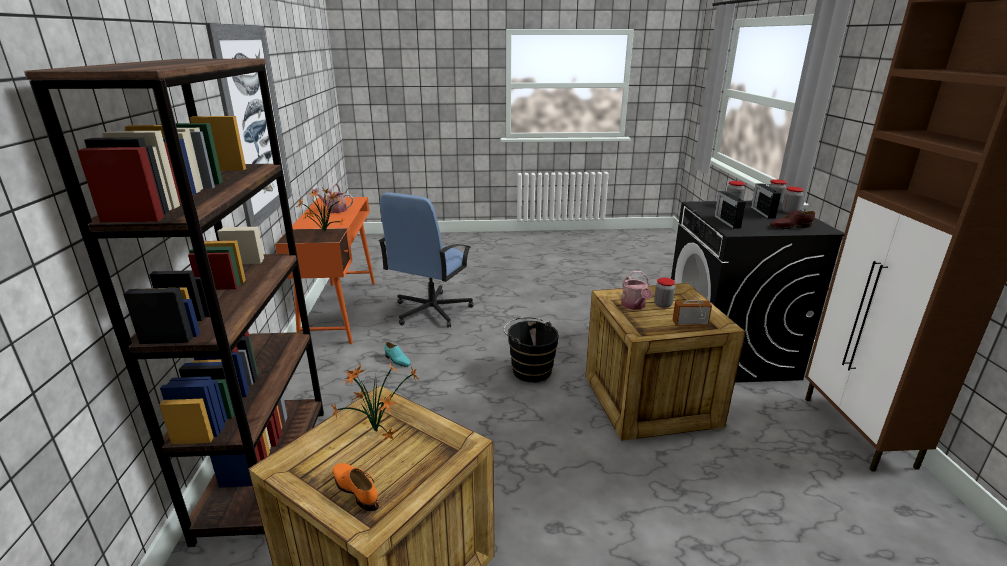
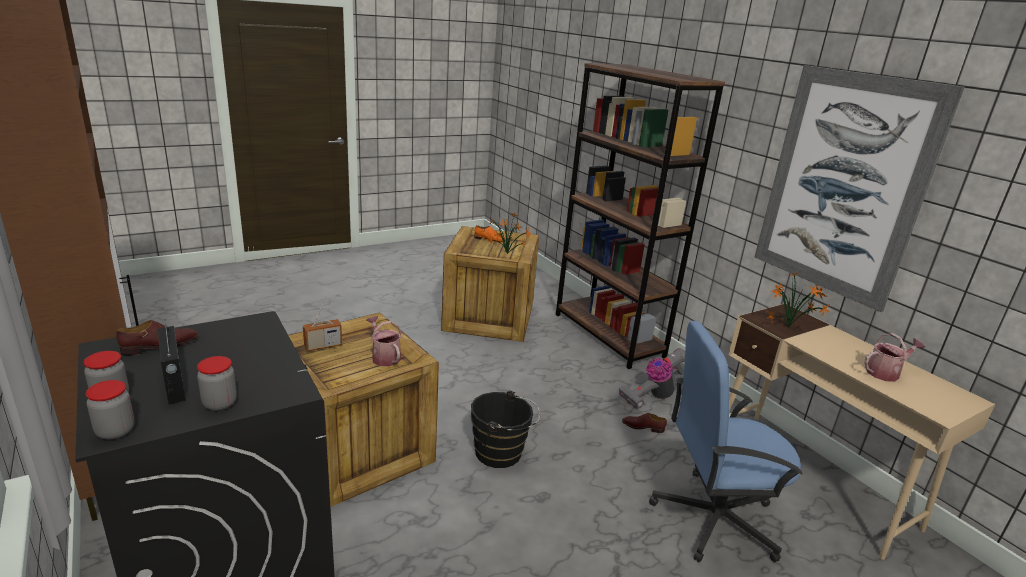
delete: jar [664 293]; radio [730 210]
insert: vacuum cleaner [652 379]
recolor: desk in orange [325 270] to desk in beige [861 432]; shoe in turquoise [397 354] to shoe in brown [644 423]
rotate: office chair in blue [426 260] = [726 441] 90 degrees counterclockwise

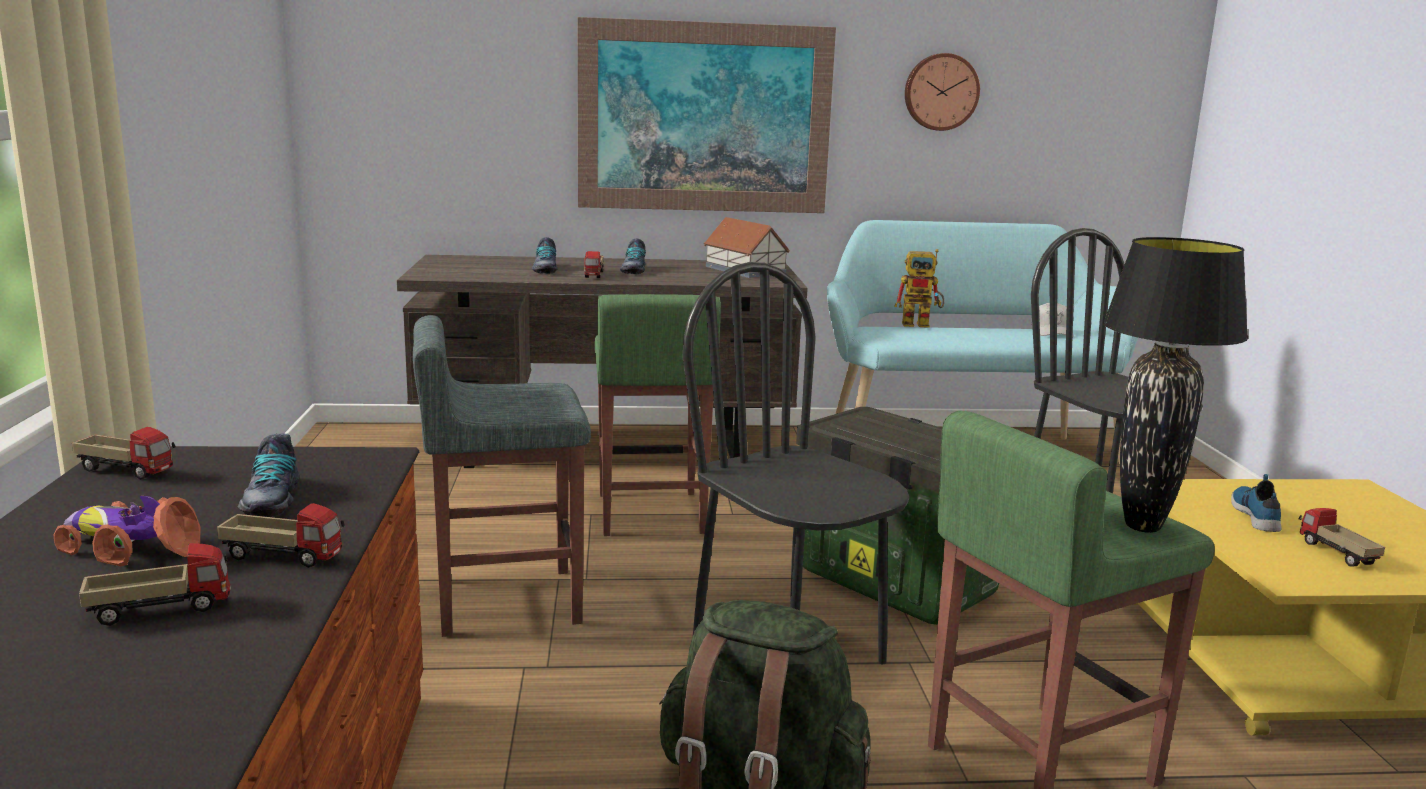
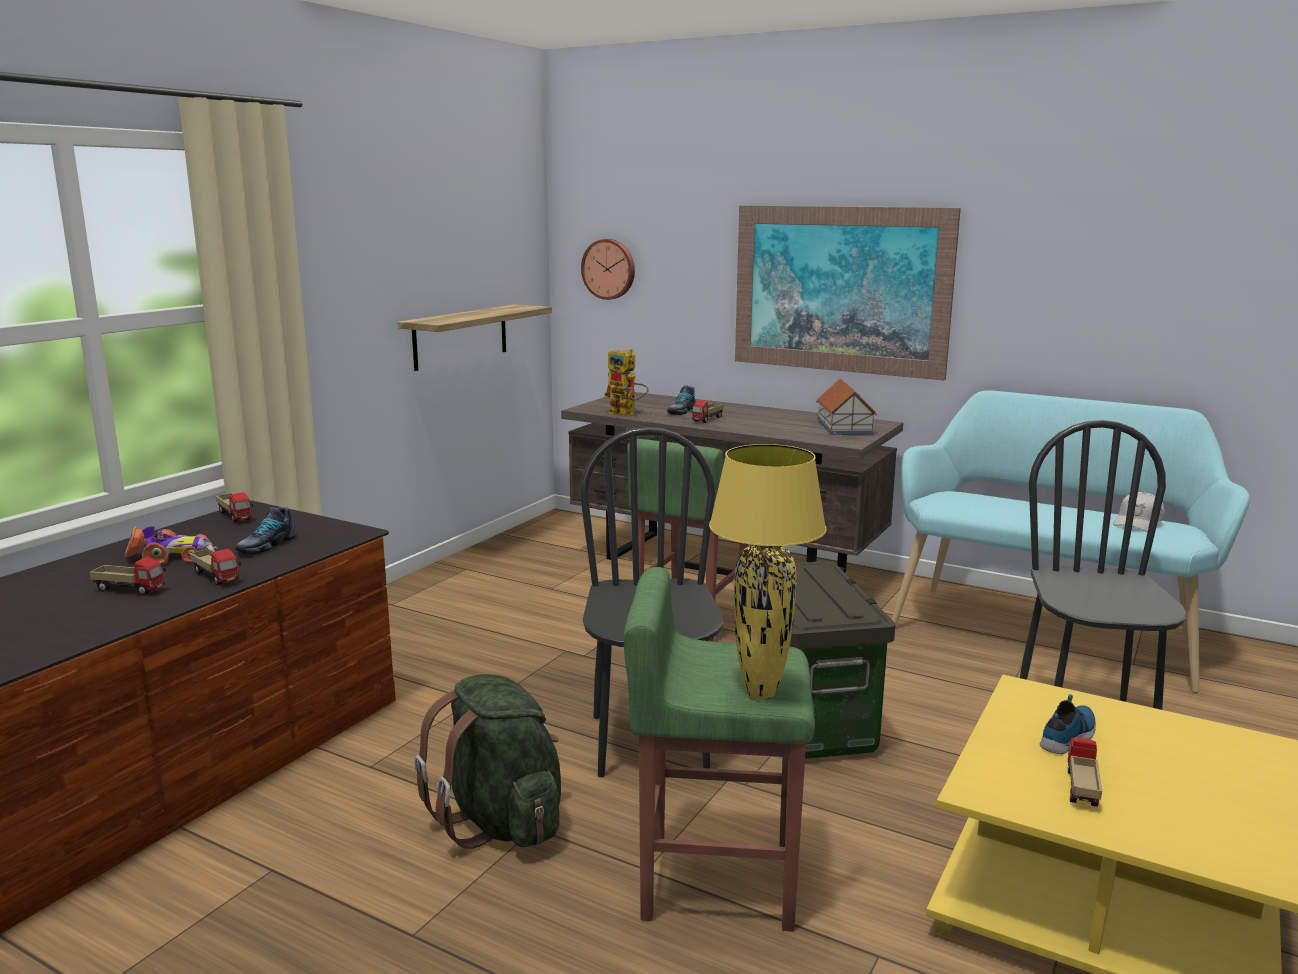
delete: stool in grey [502 476]; shoe [633 256]
insert: shelf [475 337]
move: toy robot [919 288] to [626 382]; wall clock [942 92] to [608 269]
recolor: table lamp in black [1175 385] to table lamp in yellow [768 572]
rotate: toy car [127 531] = [171 546] 120 degrees clockwise

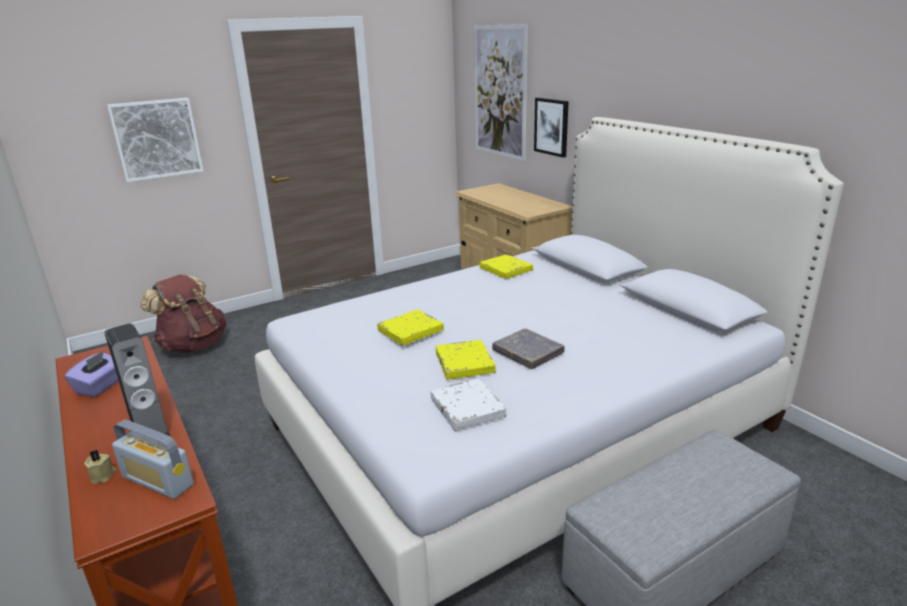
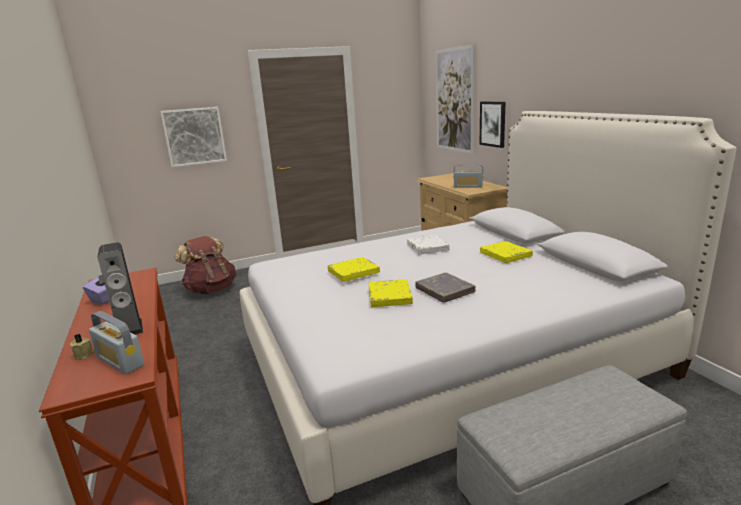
insert: radio [468 176]
move: book in white [468 404] to [428 245]; book in yellow [506 266] to [506 252]

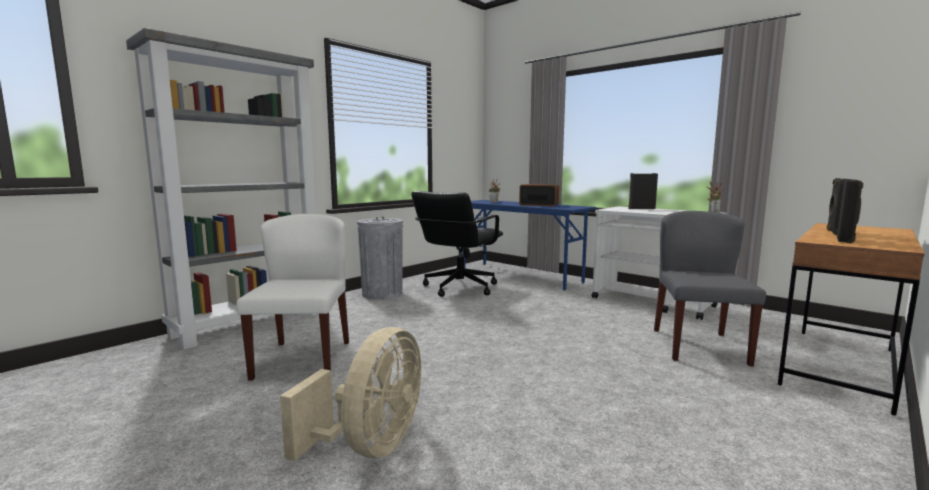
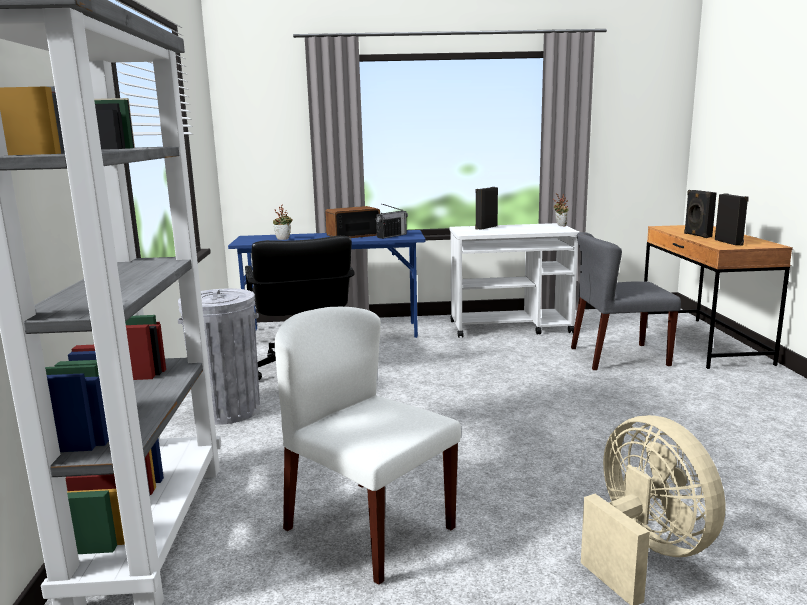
insert: radio [392 221]
rotate: chair in grey [710 288] = [626 301] 60 degrees counterclockwise

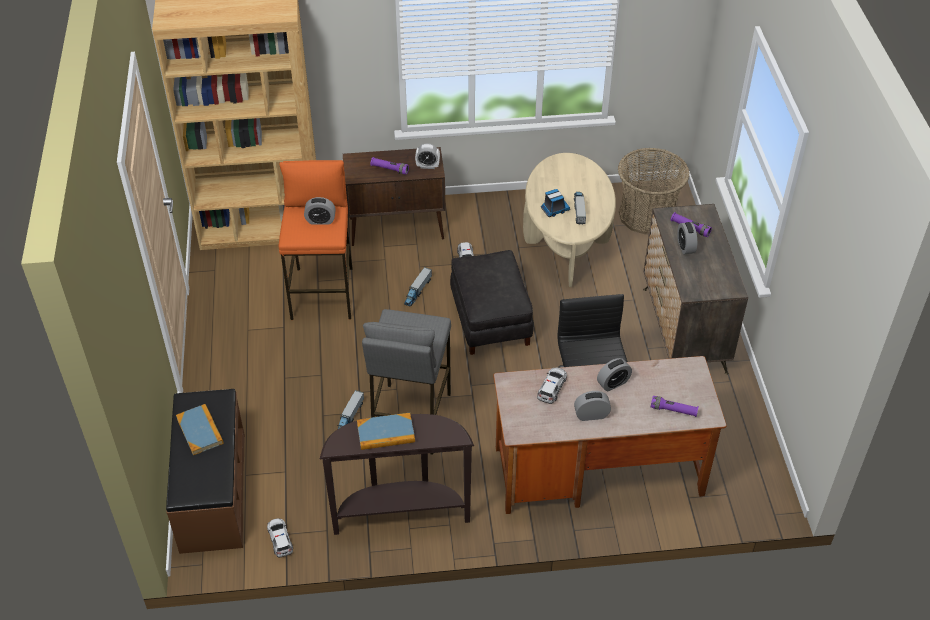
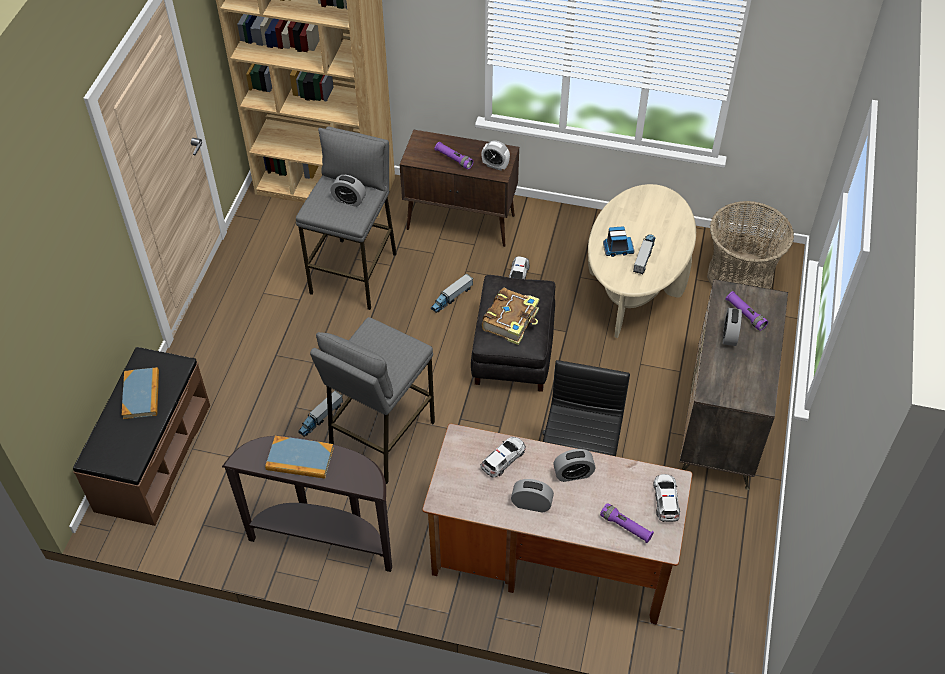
insert: book [510 316]
move: toy car [280 538] to [666 498]
recolor: stool in orange [315 240] to stool in grey [346 218]

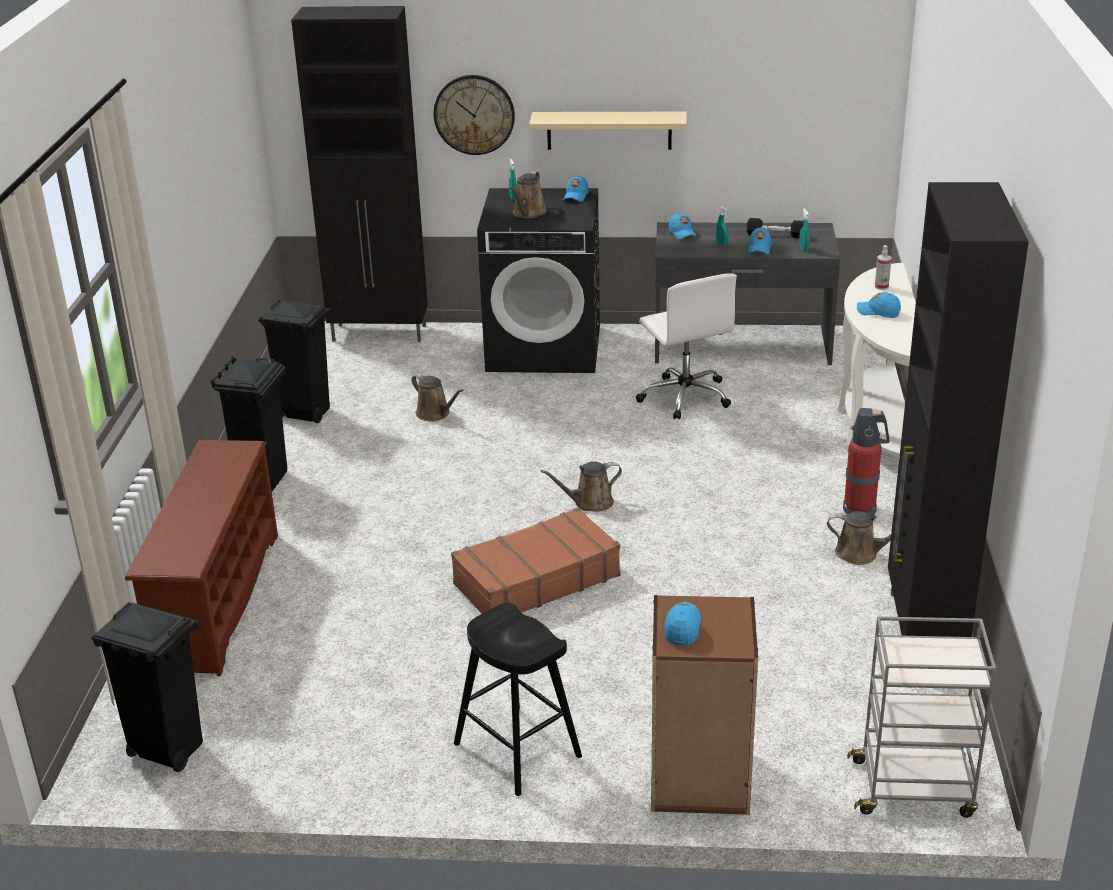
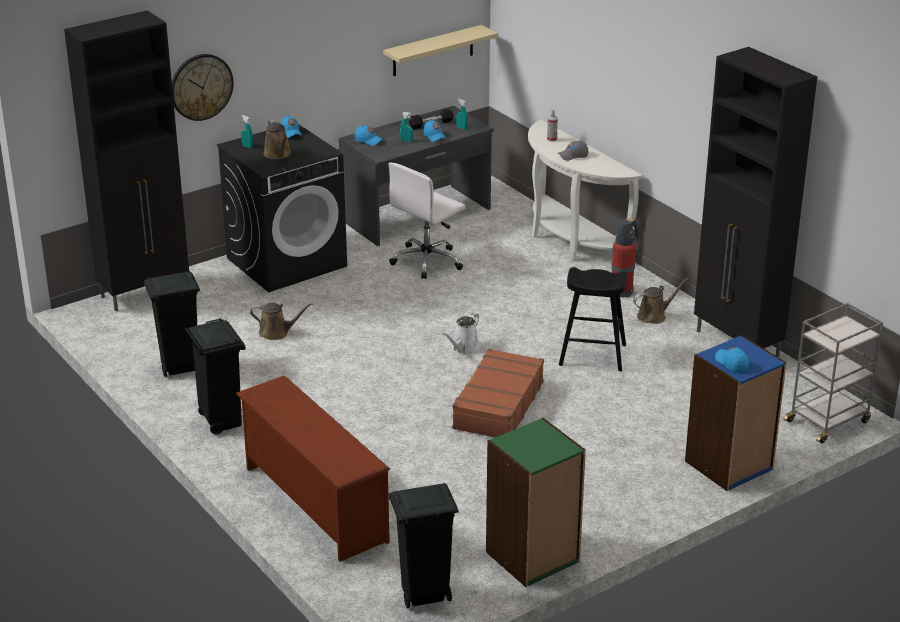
insert: bookcase in green [536 502]
move: stool in black [518 699] to [593 319]; shelf in beige [608 131] to [440 50]
recolor: watering can in brown [581 486] to watering can in white [462 334]; bookcase in brown [704 705] to bookcase in blue [736 413]; cap in blue [879 305] to cap in grey [573 151]
rotate: office chair in white [686 346] = [427 221] 105 degrees clockwise

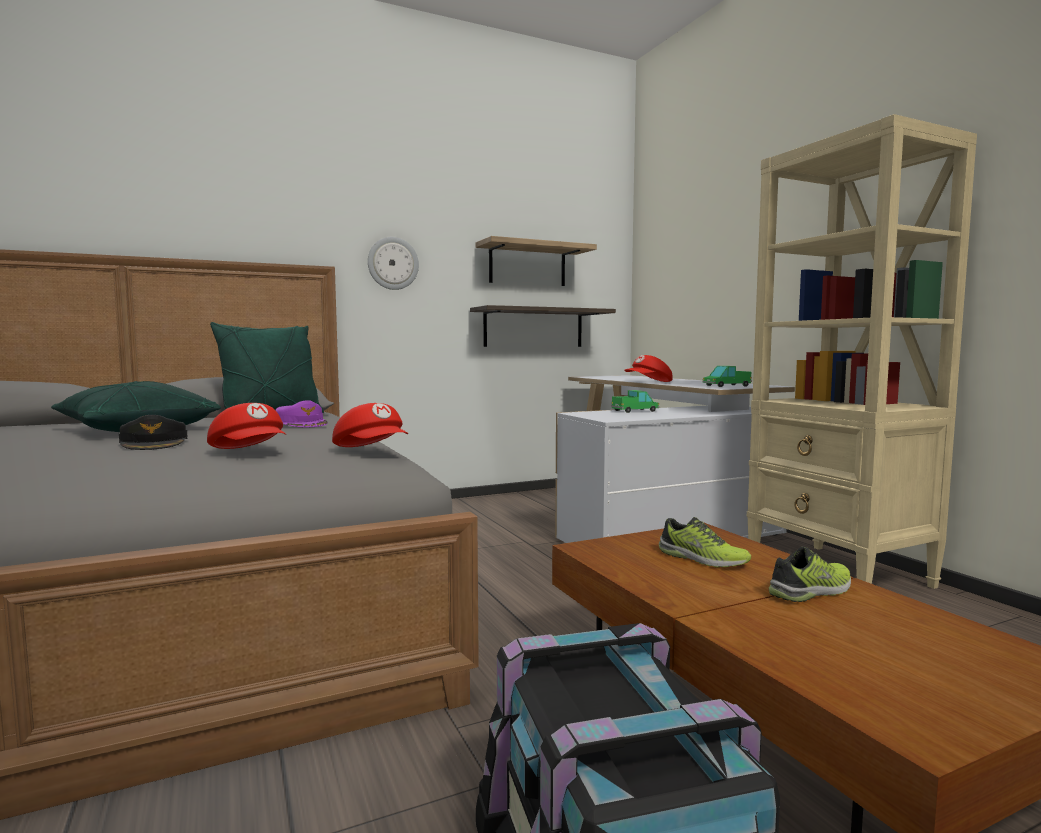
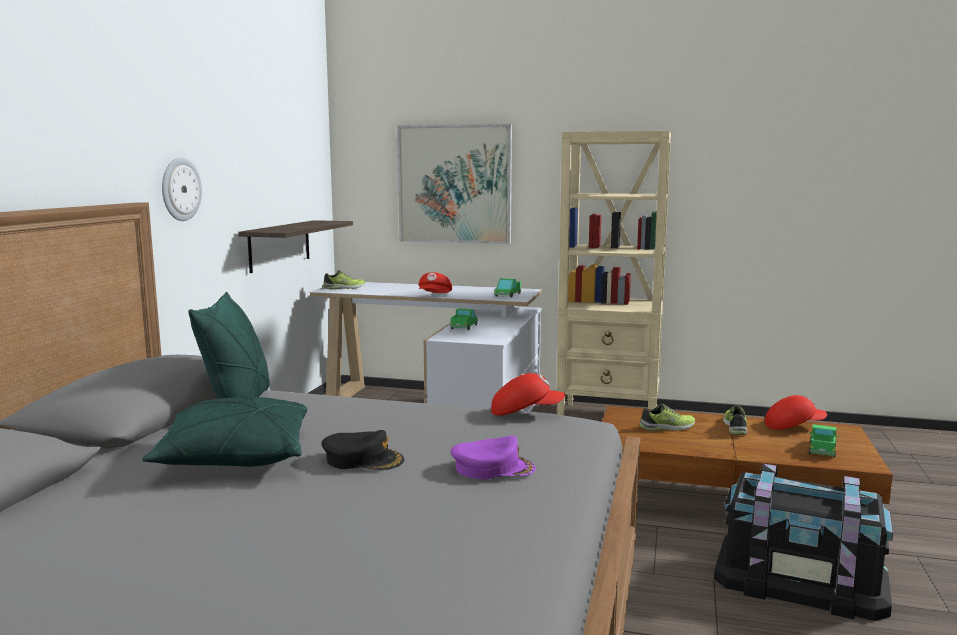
delete: shelf [536 261]
insert: shoe [344 280]; picture [454 184]; toy truck [824 441]
move: cap in red [246 426] to [796 412]; cap in purple [302 413] to [493 458]

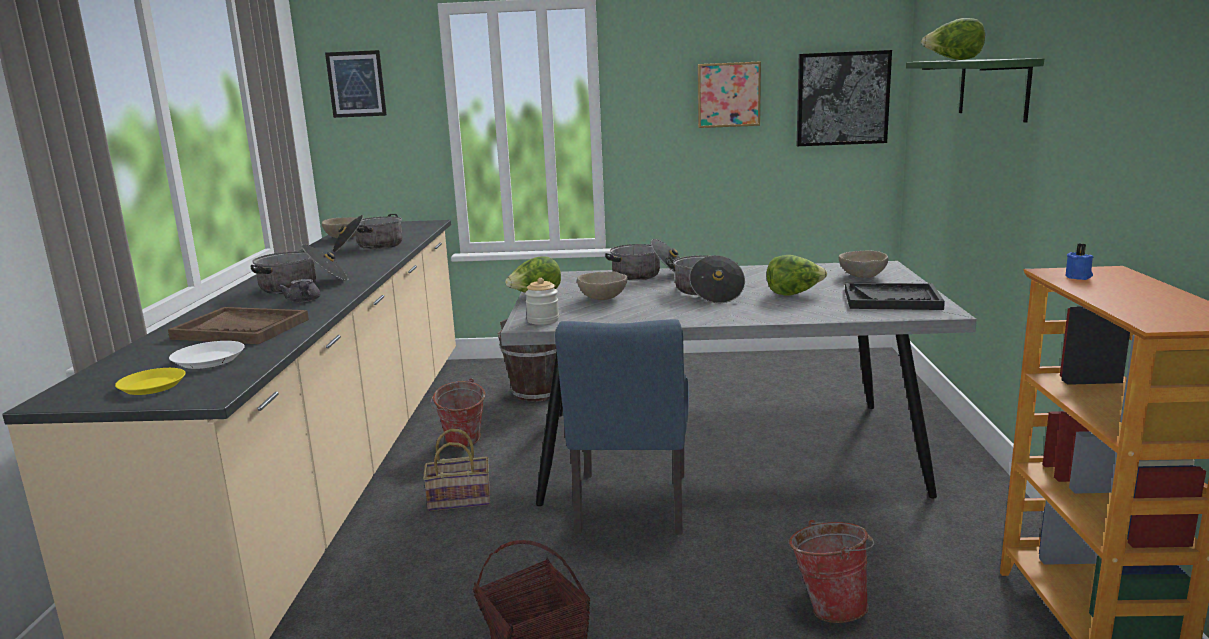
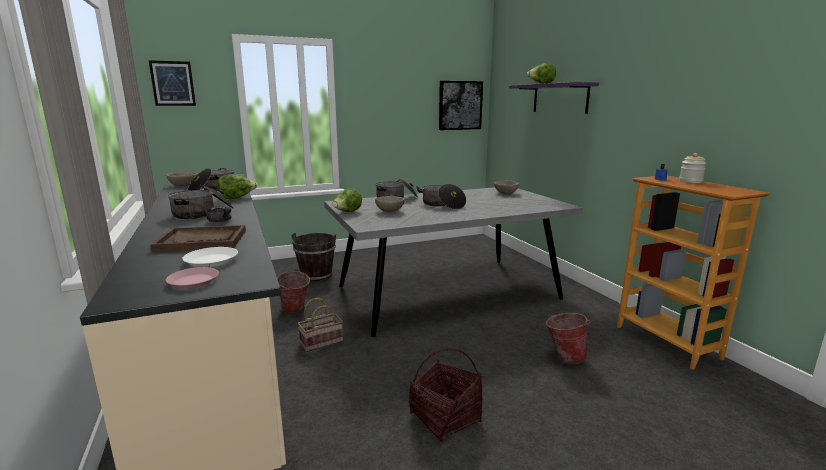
delete: chair in blue [622 427]; picture [729 94]; tray in black [895 296]
move: jar [542 301] to [692 168]; lettuce [796 275] to [237 186]
recolor: plate in yellow [150 381] to plate in pink [192 278]; shelf in green [975 90] to shelf in purple [554 98]

